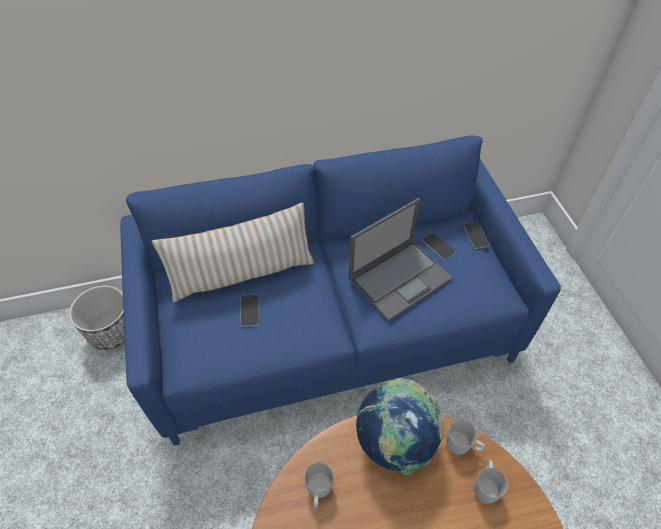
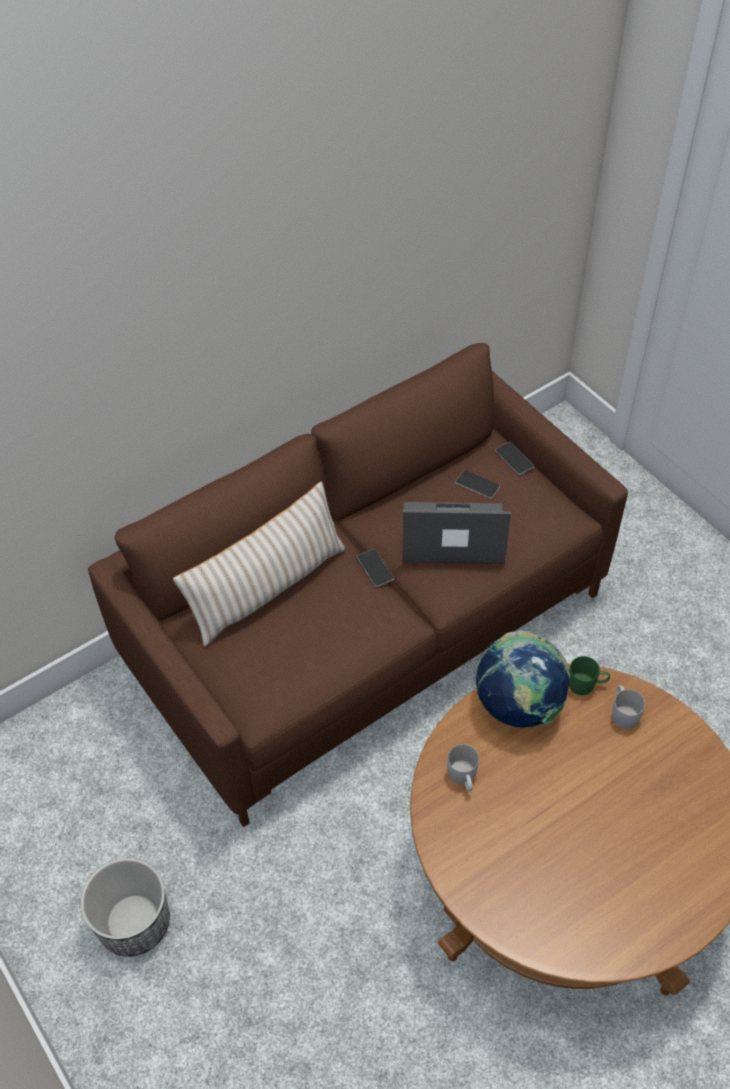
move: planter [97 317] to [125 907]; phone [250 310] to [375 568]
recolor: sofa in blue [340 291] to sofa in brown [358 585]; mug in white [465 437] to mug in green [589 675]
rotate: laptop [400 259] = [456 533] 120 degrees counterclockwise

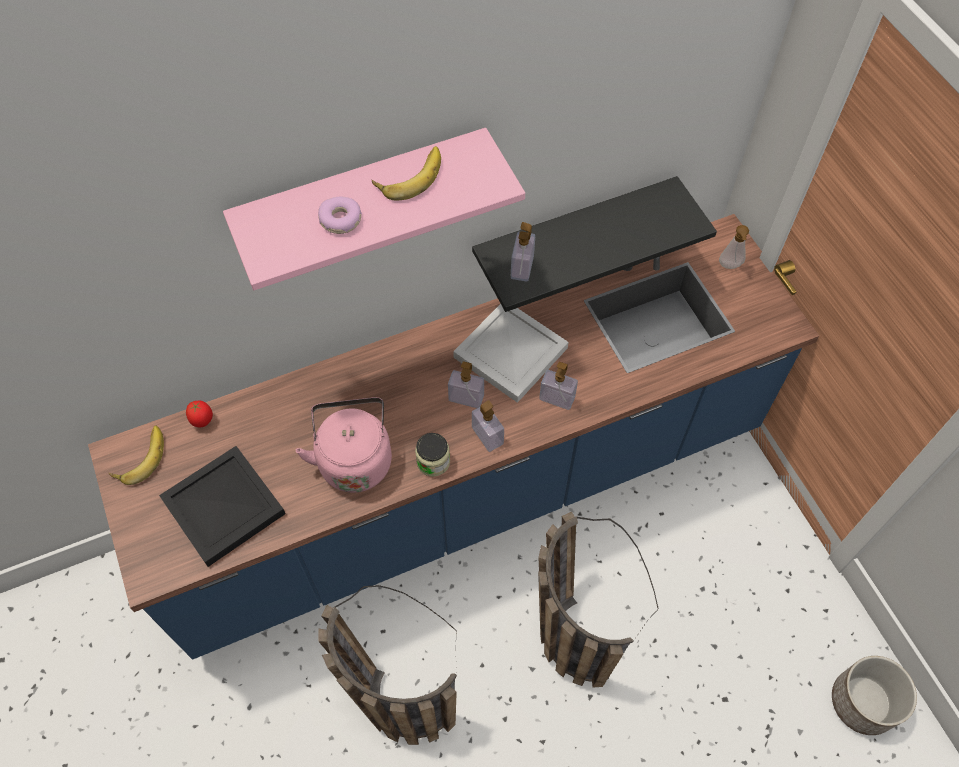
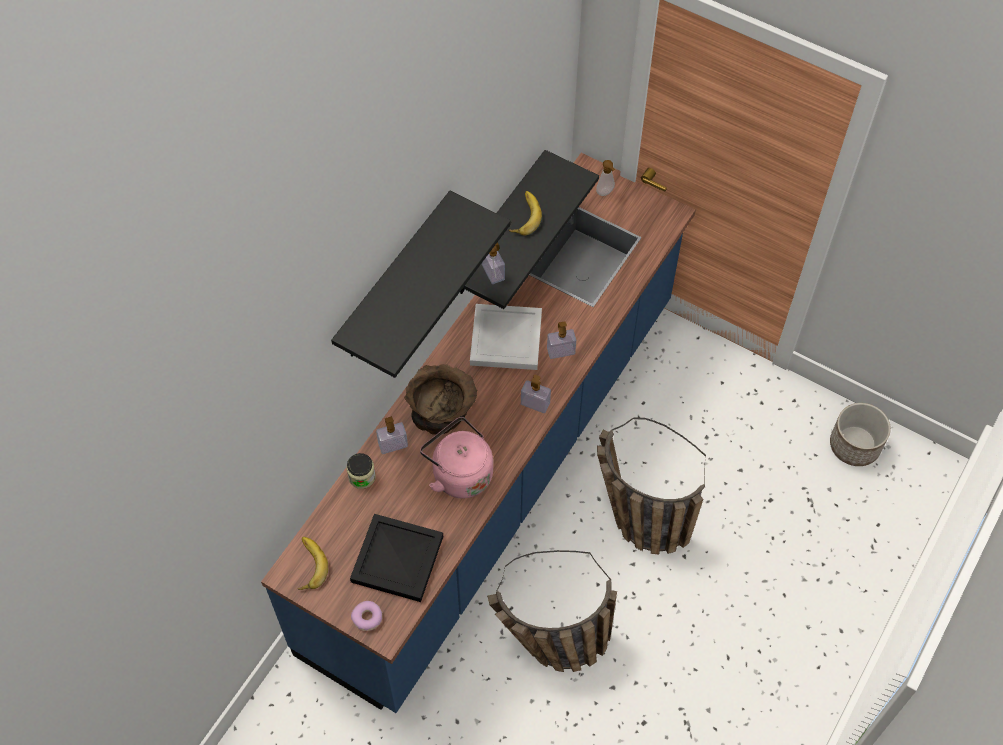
delete: tomato [199 414]
insert: bowl in brown [440 399]
move: donut [340 215] to [366 616]; banana [406 173] to [525 213]; jar [432 455] to [361 471]; soap dispenser [466 384] to [392 435]
recolor: shelf in pink [374 209] to shelf in black [421 284]

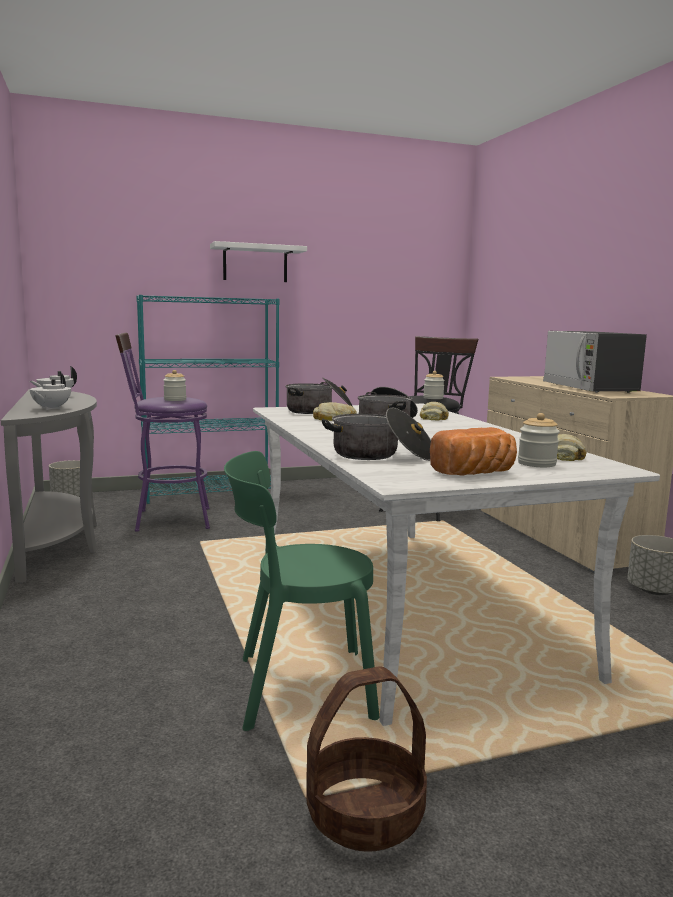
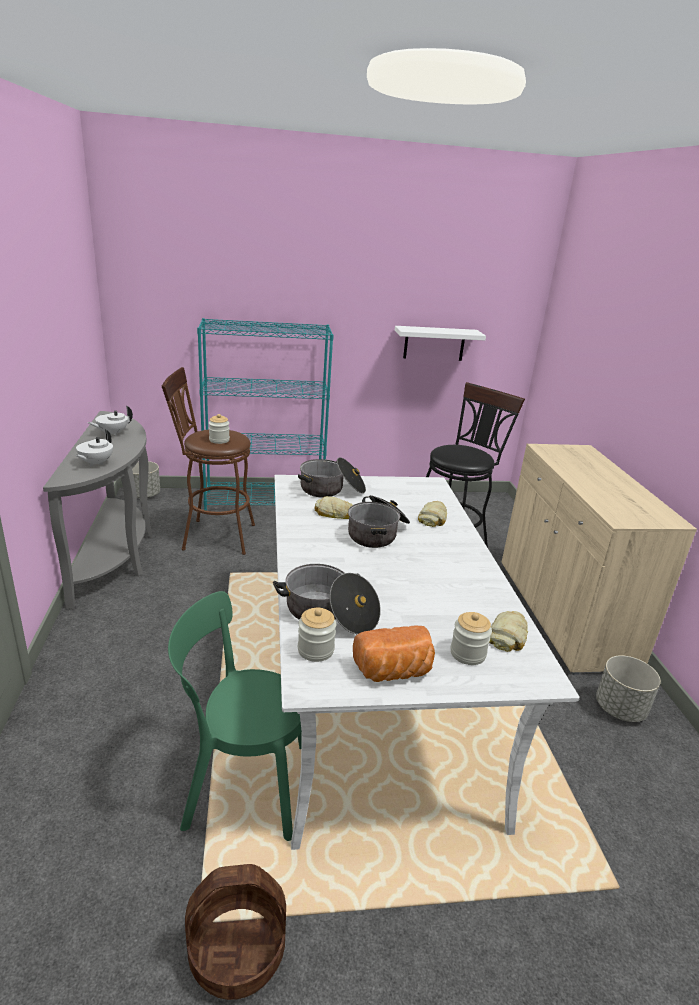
delete: microwave [595 362]
move: shelf in white [258 261] to [440 343]; jar [434 385] to [317 635]
recolor: stool in purple [162 432] to stool in brown [208 461]

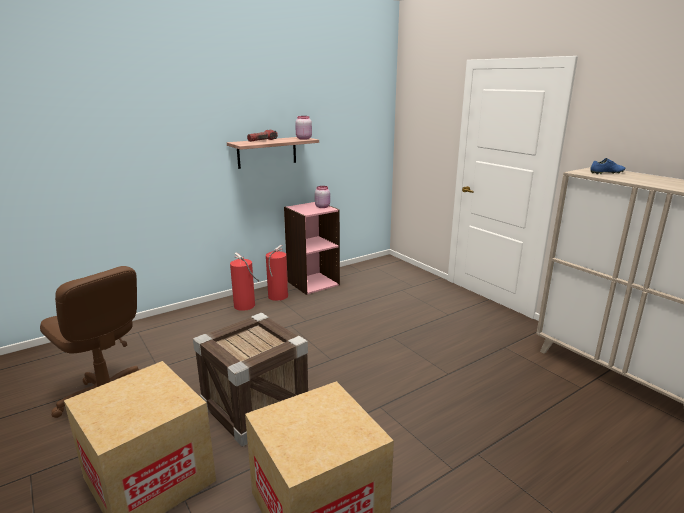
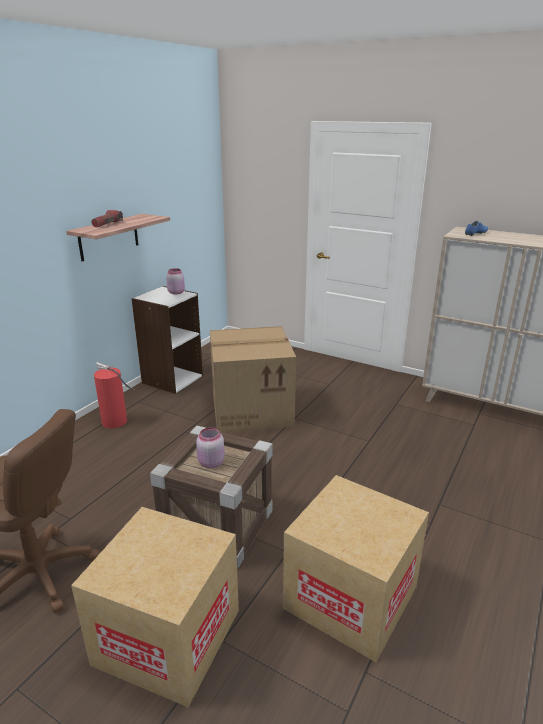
delete: fire extinguisher [277 273]
insert: cardboard box [253 379]
move: jar in pink [303 128] to [210 447]
recolor: bookcase in pink [312 248] to bookcase in white [167 340]

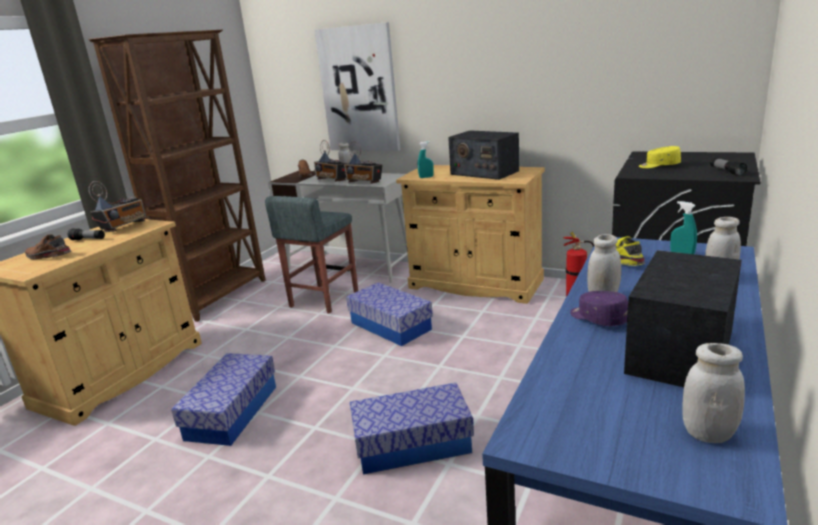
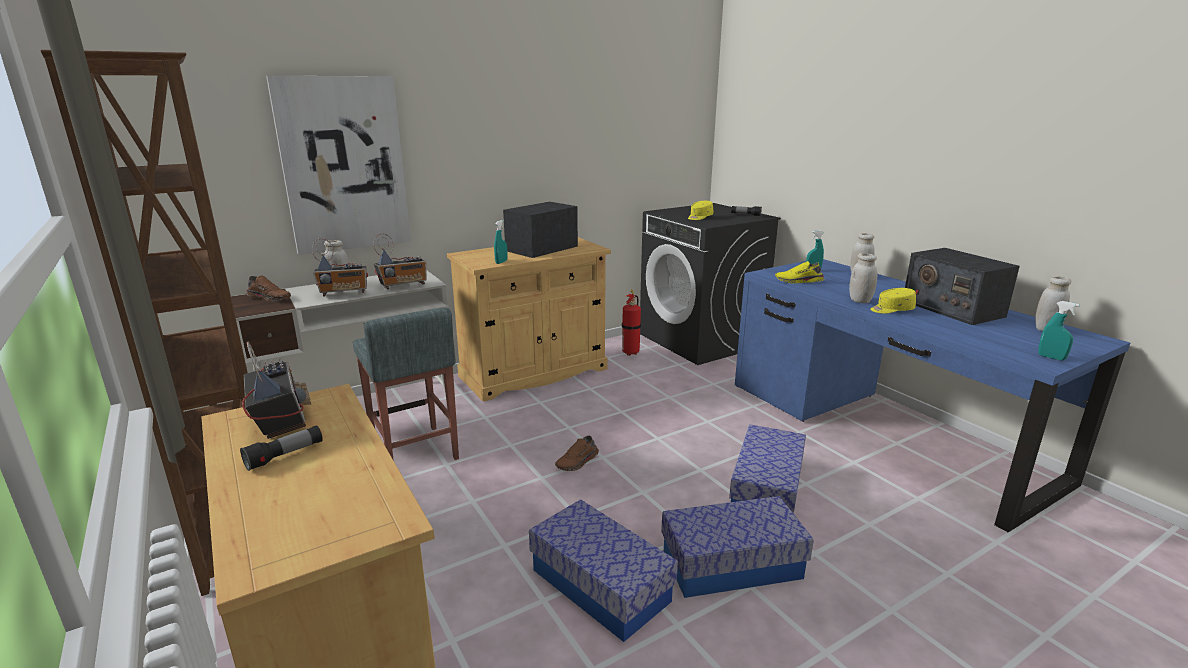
insert: spray bottle in turquoise [1059 330]
move: shoe in brown [48 246] to [577 453]; storage box [389 314] to [737 547]
recolor: cap in purple [599 308] to cap in yellow [893 301]
rotate: radio [483 155] = [540 230] 150 degrees clockwise

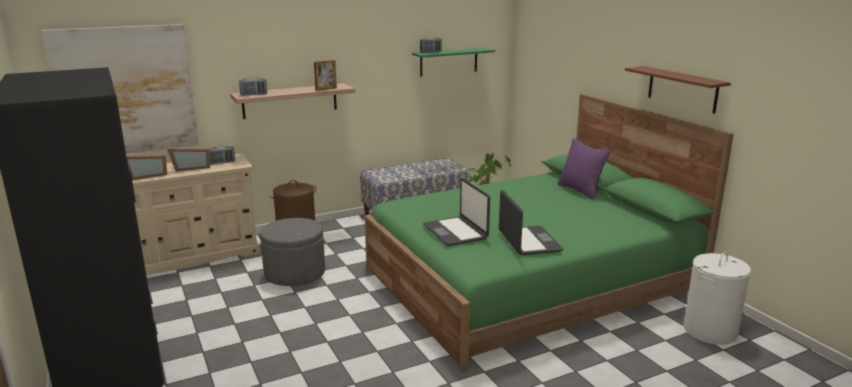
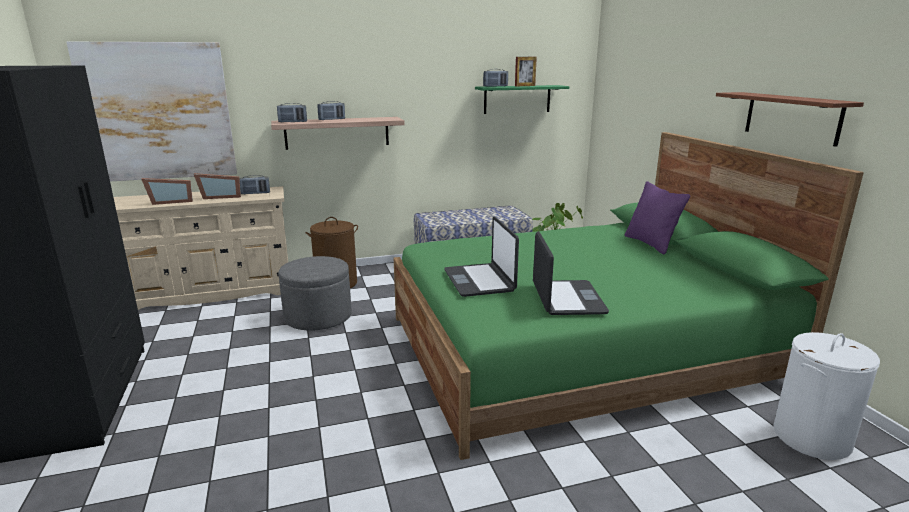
insert: radio [331 110]
move: picture frame [325 75] to [526 71]

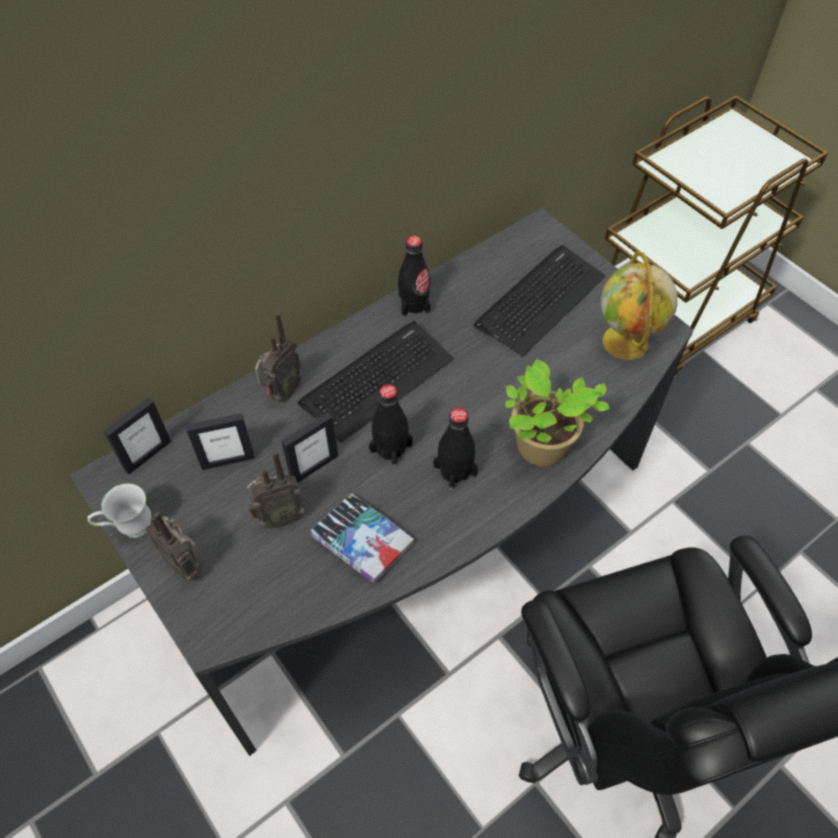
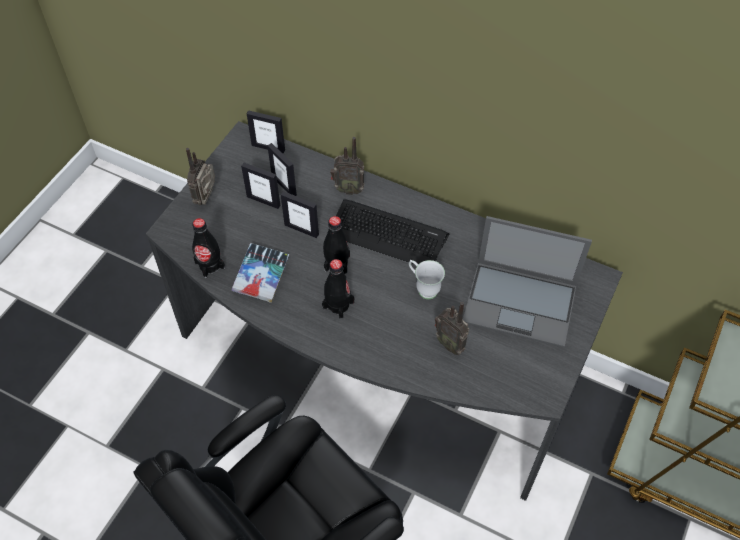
delete: potted plant [557 412]; globe [639 305]
insert: picture frame [260 186]
move: mug in white [119 510] to [427 279]; radio [276 489] to [451 328]; bottle in black [414 276] to [208 248]
replace: keyboard [539 301] to laptop [527 282]

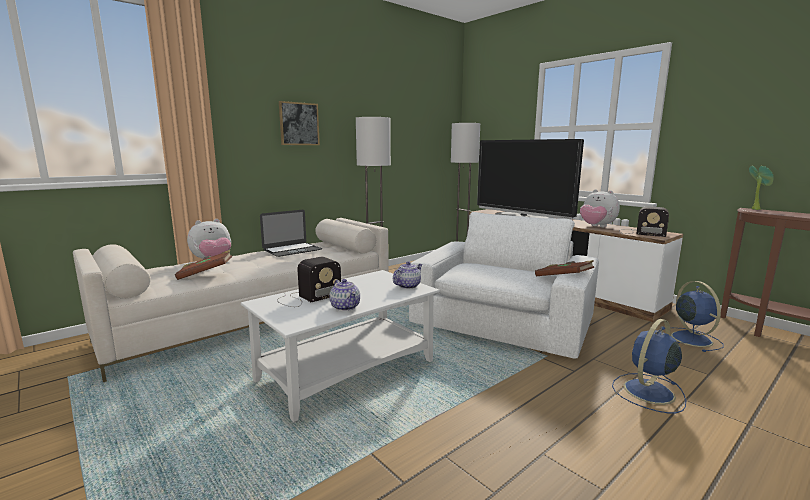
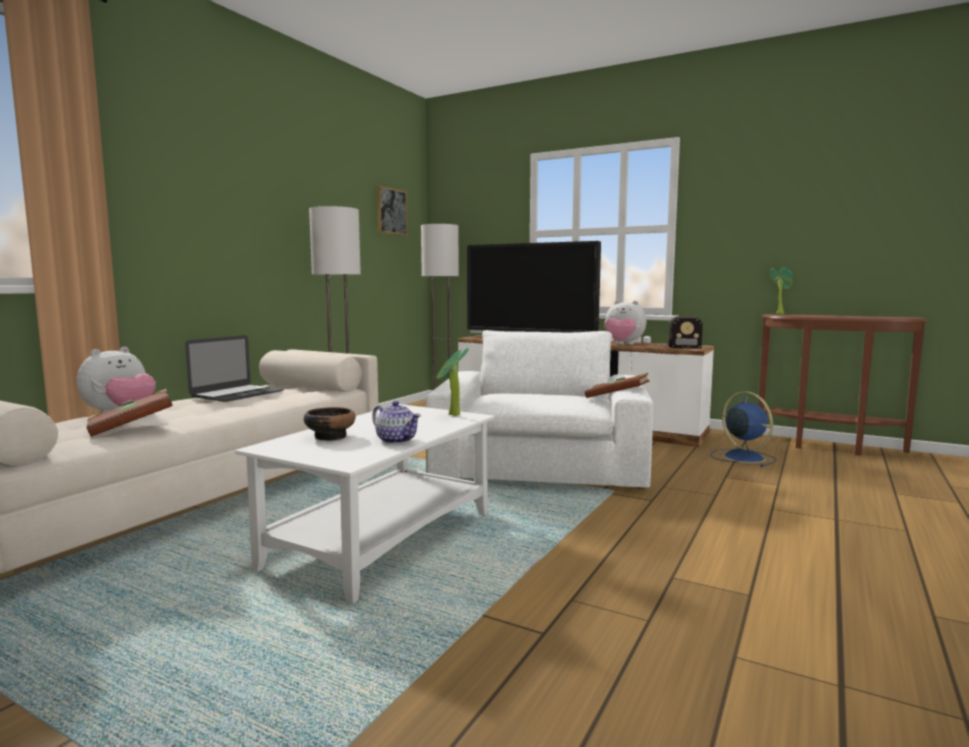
delete: fan in blue [649 366]
move: picture [299 123] to [392 210]
replace: radio [309 282] to bowl [330 424]; teapot [407 275] to potted plant [453 382]

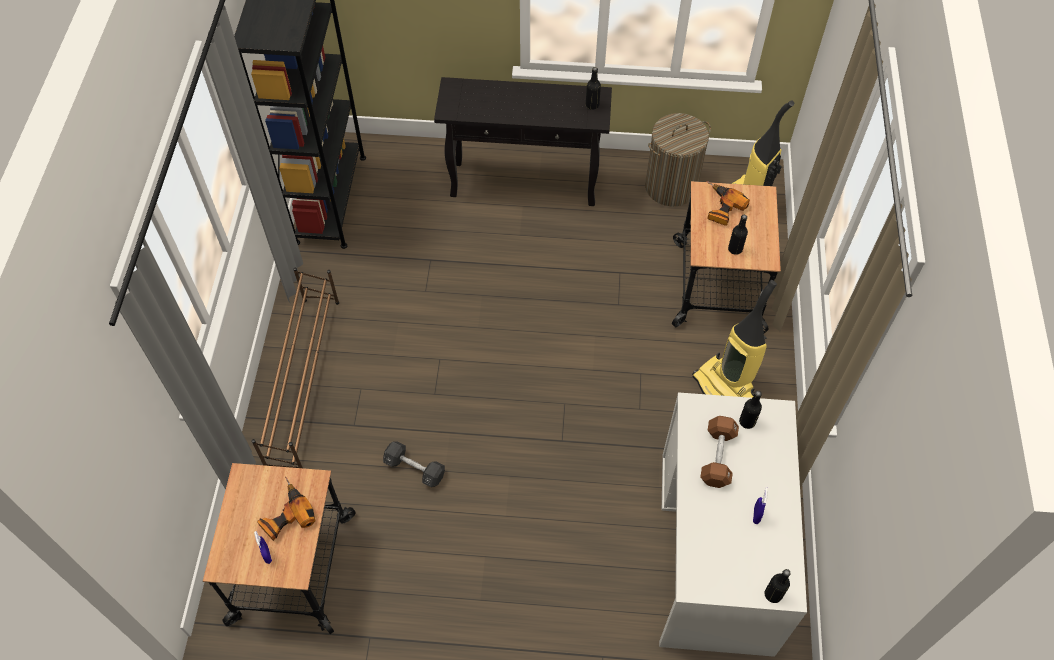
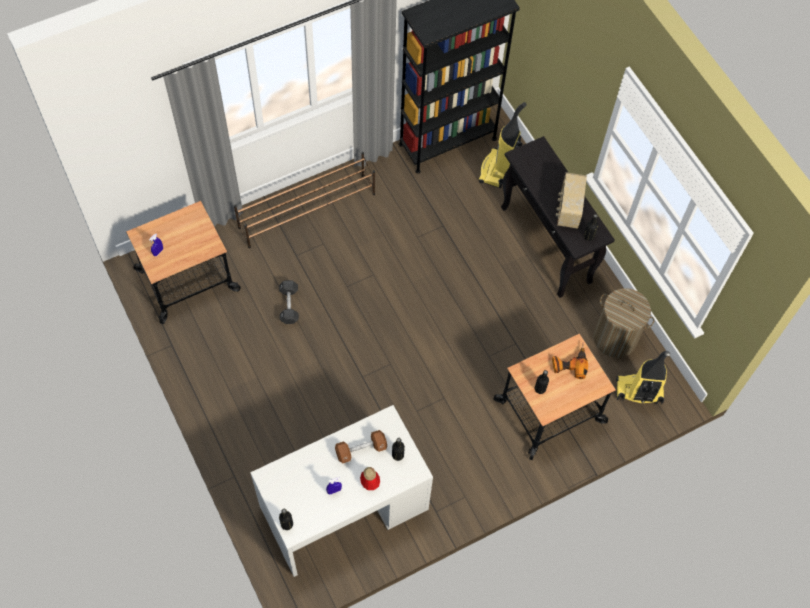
delete: power drill [286 509]
insert: bottle [370 478]; radio [571 200]
move: vacuum cleaner [734 339] to [502 145]

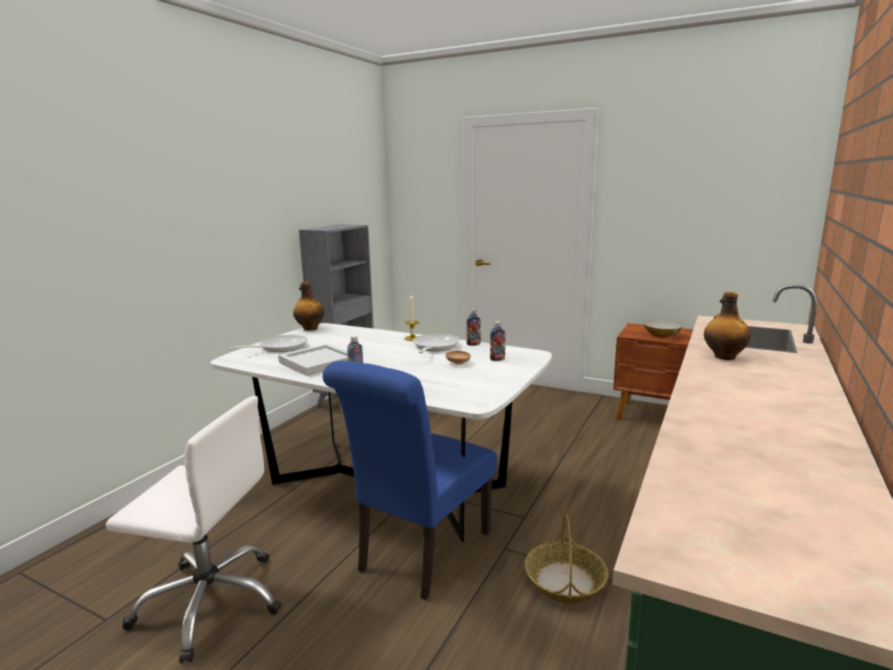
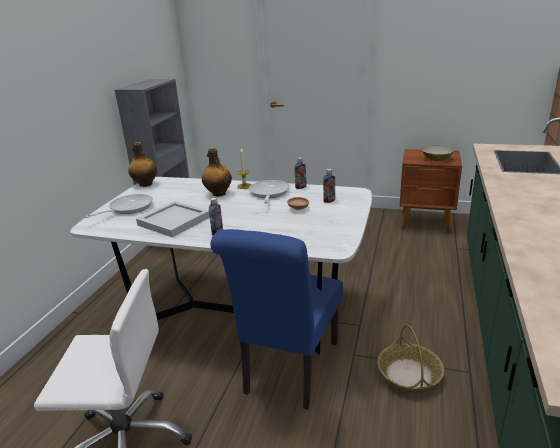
move: bottle [727 326] to [217 172]

